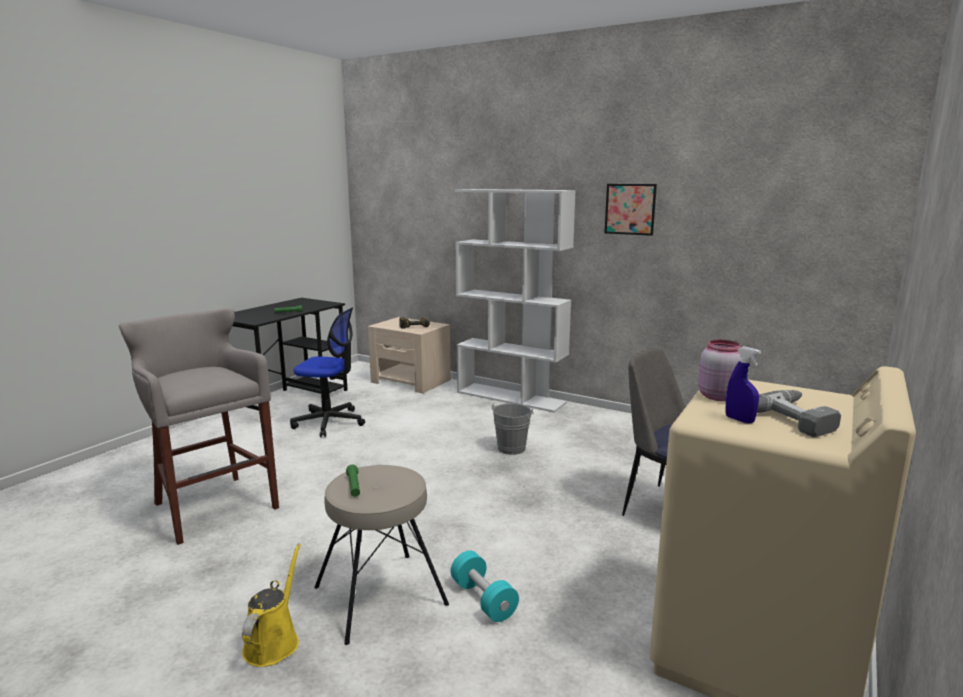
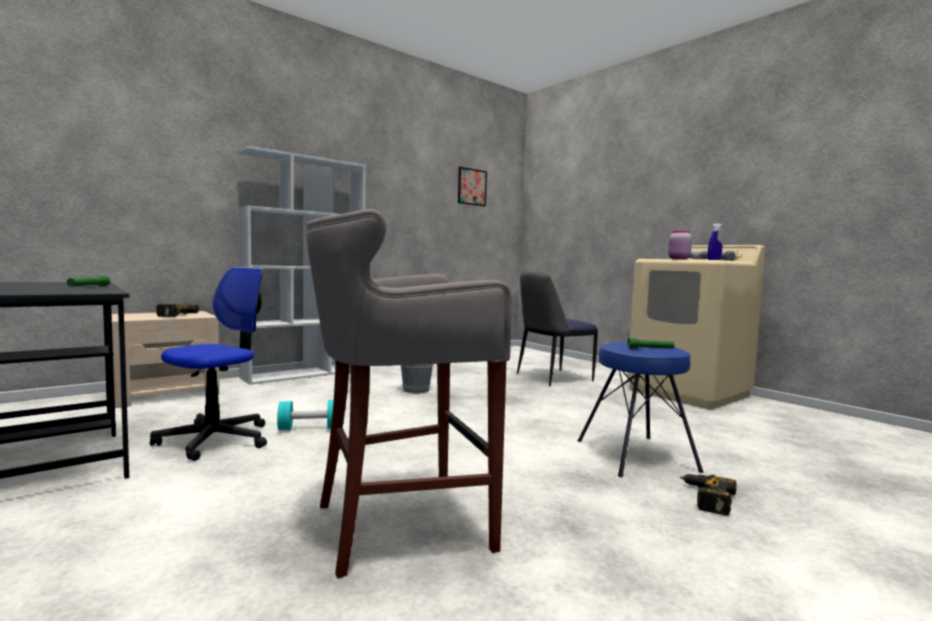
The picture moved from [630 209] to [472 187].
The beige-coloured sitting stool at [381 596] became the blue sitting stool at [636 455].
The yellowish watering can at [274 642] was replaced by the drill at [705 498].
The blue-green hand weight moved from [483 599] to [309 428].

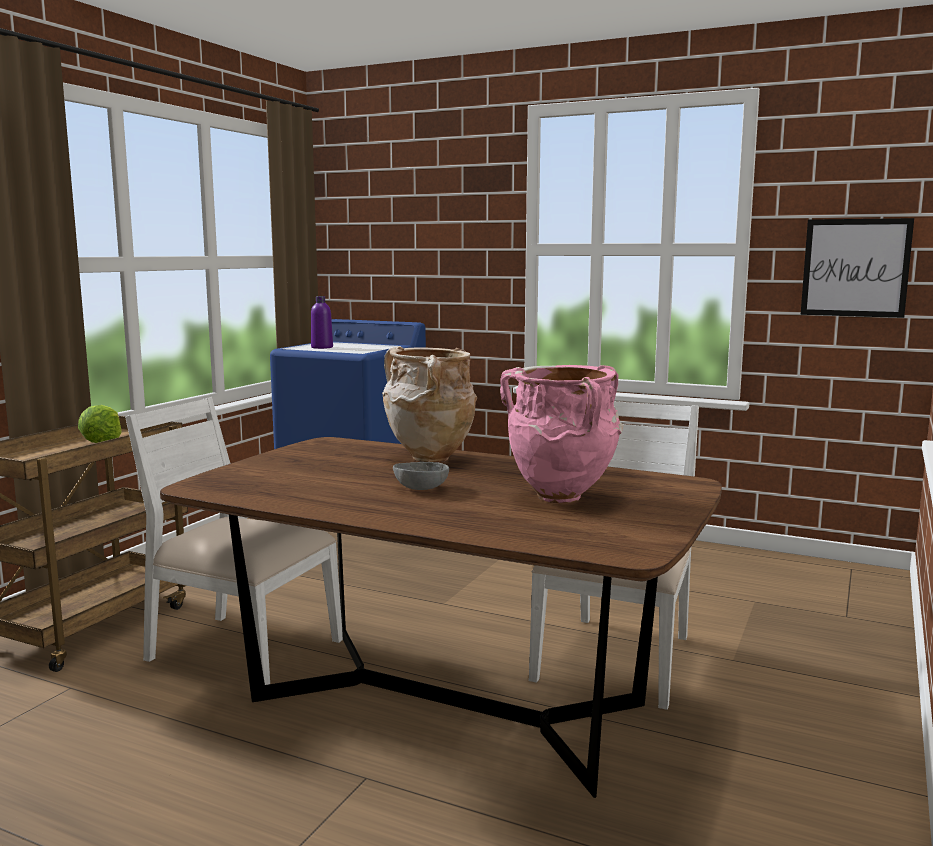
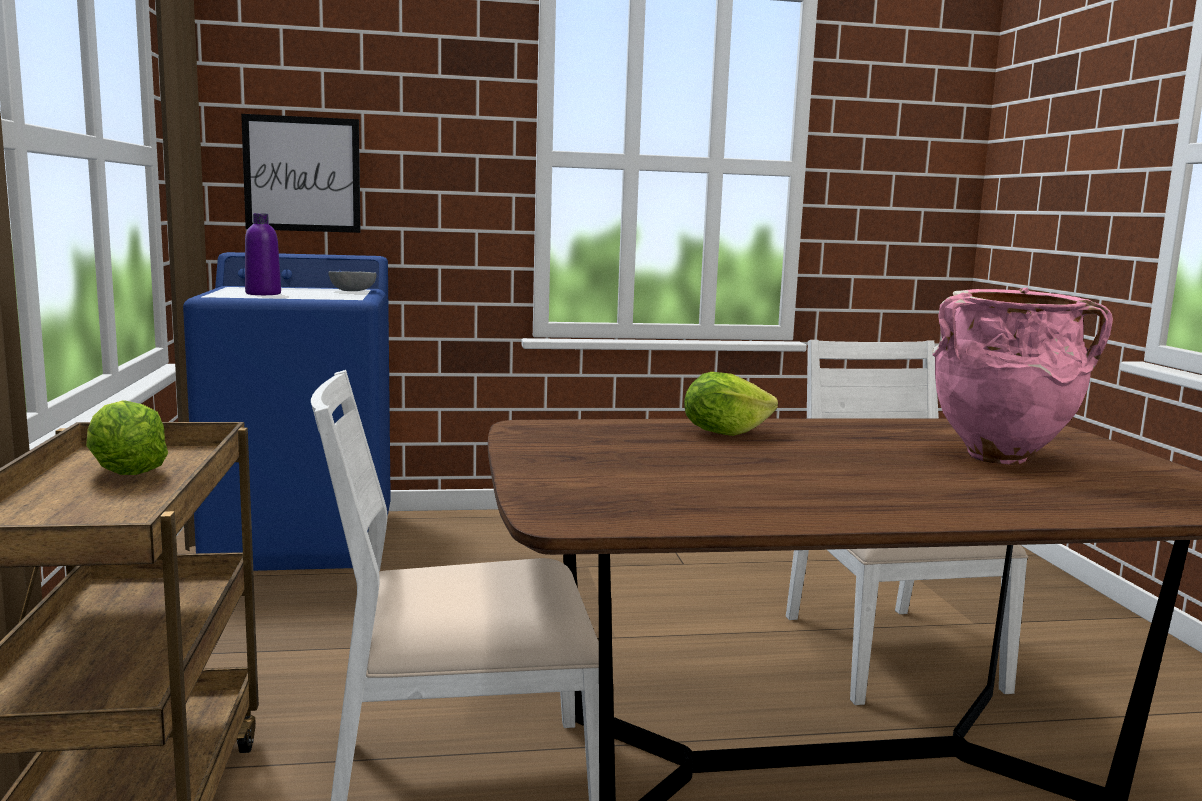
The picture moved from [855 268] to [302 174].
The beige-coloured decorative vase at [429 458] was replaced by the lettuce at [724 432].
The greyish bowl moved from [421 488] to [352 291].

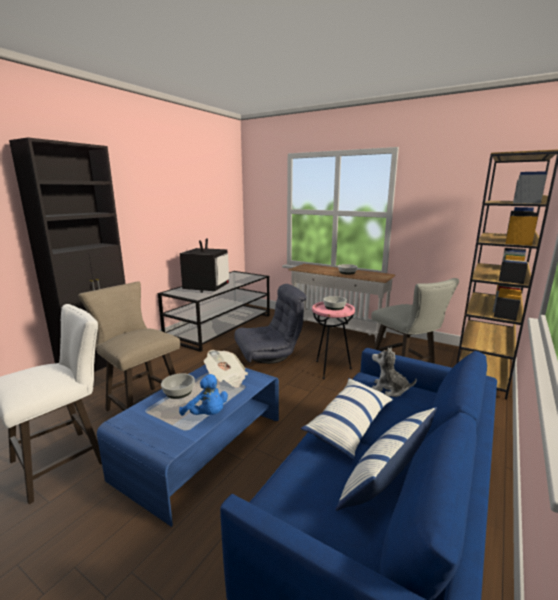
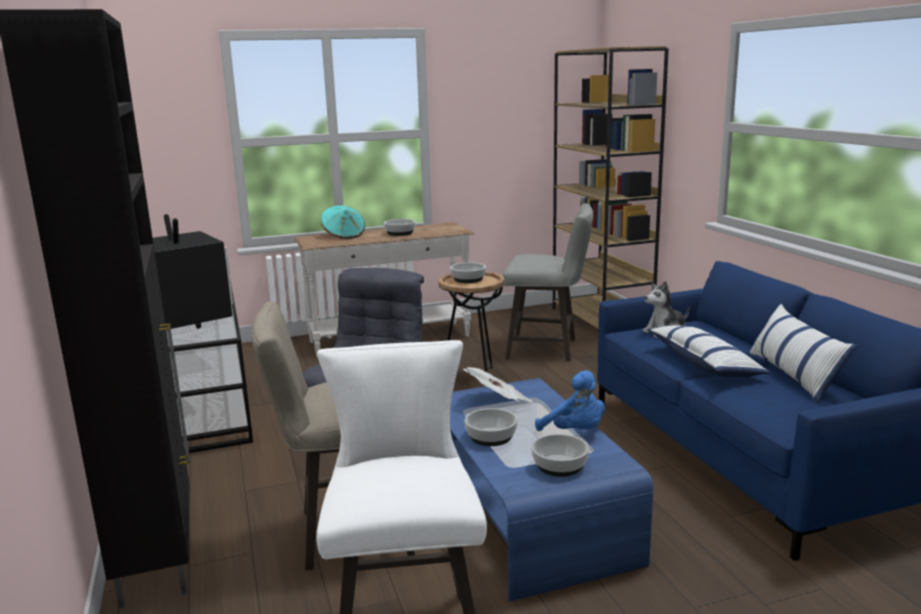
The pink accent table at [330 369] became the brown-coloured accent table at [473 378].
The blue soft toy at [207 415] turned 60 degrees clockwise.
The blue-green wearable hat at [344 235] appeared.
The bowl at [559 466] appeared.

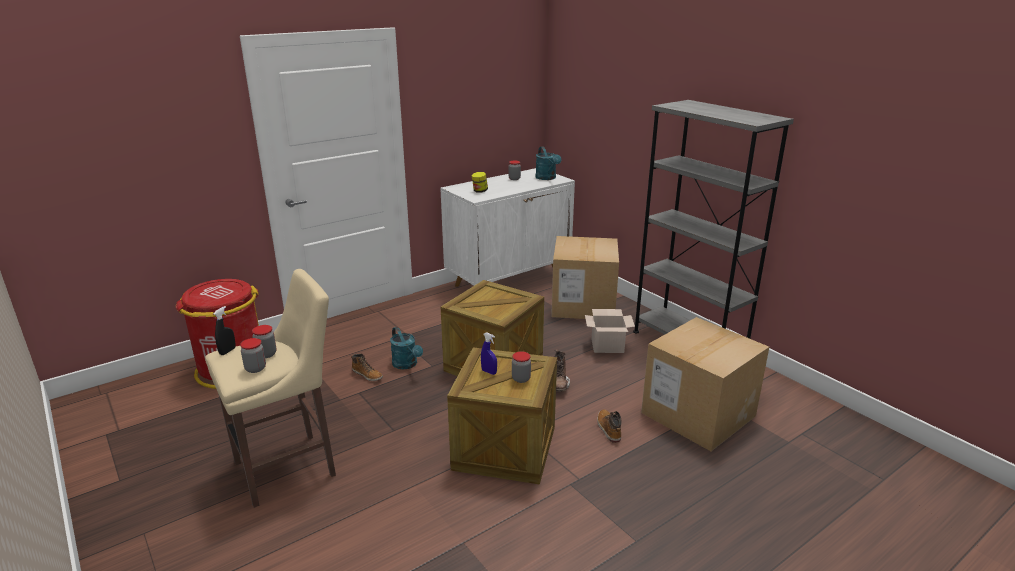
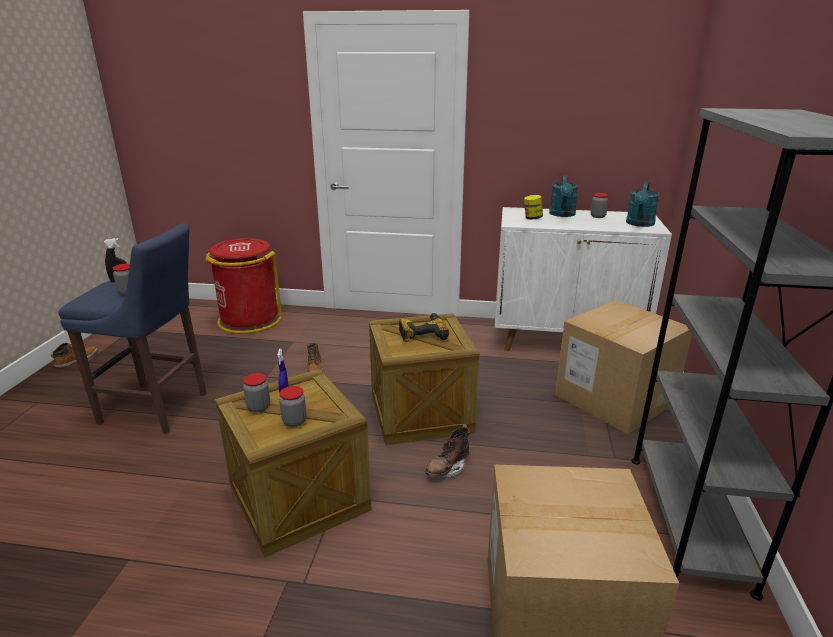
The beige-coloured sitting stool at [290 467] became the blue sitting stool at [158 409].
The packing box at [608 346] disappeared.
The blue-green watering can moved from [407 365] to [562 215].
The storage jar moved from [255 368] to [258 407].
The high-top boot moved from [608 429] to [76 360].
The drill at [422 333] appeared.

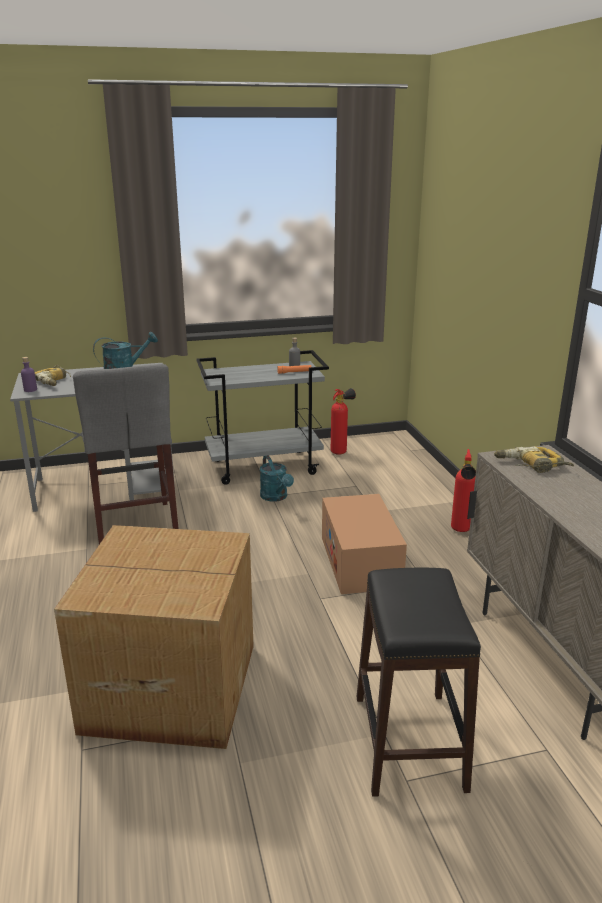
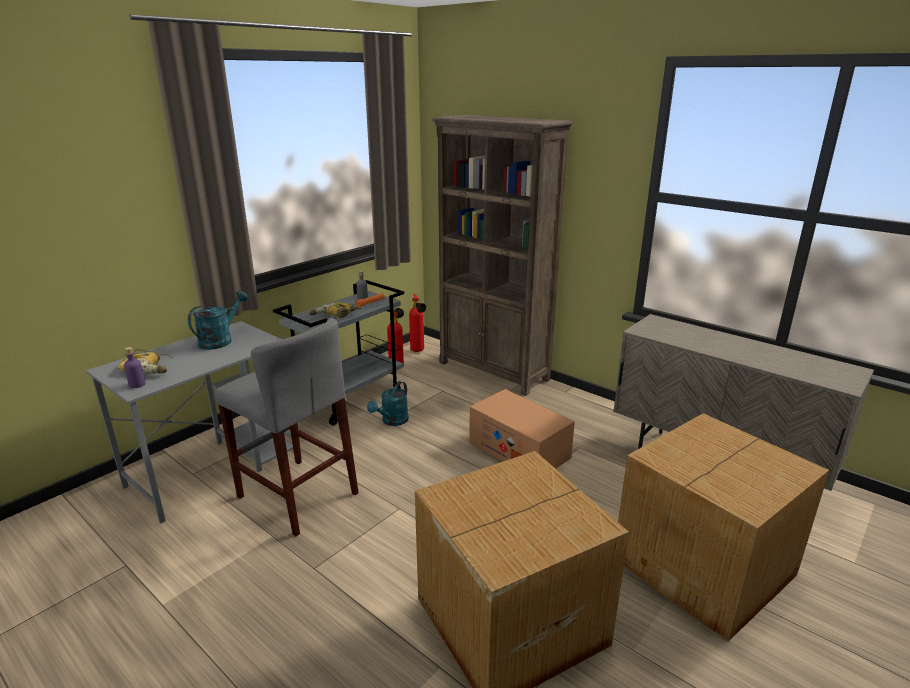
The drill moved from [531 466] to [334 315].
The fire extinguisher moved from [460 531] to [418 352].
The blue-green watering can at [276 497] turned 90 degrees clockwise.
The black-coloured sitting stool at [409 741] was replaced by the packing box at [706 566].
The brown-coloured bookcase at [494 371] appeared.

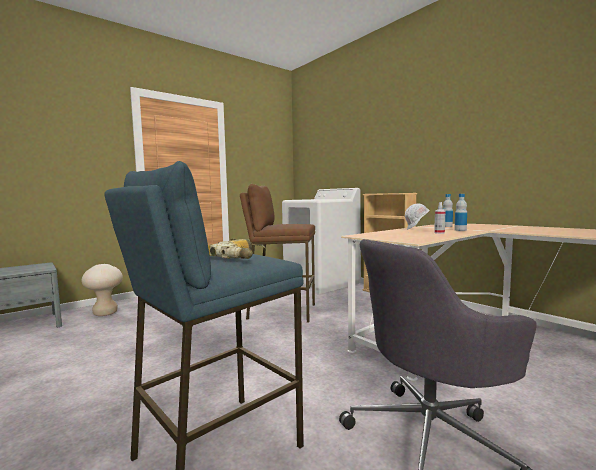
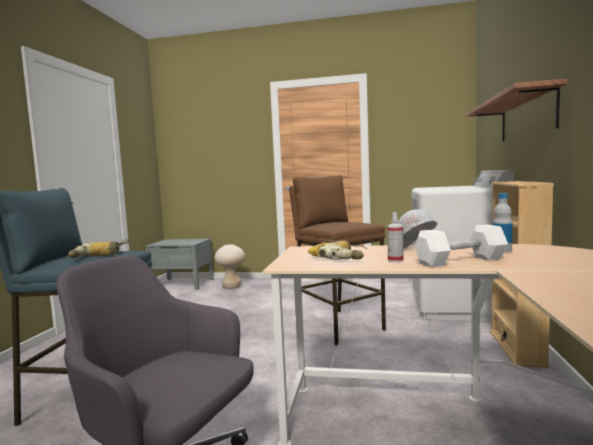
The bottle at [460 230] was replaced by the white-coloured hand weight at [460 261].
The bracket shelf at [526 117] appeared.
The drill at [340 257] appeared.

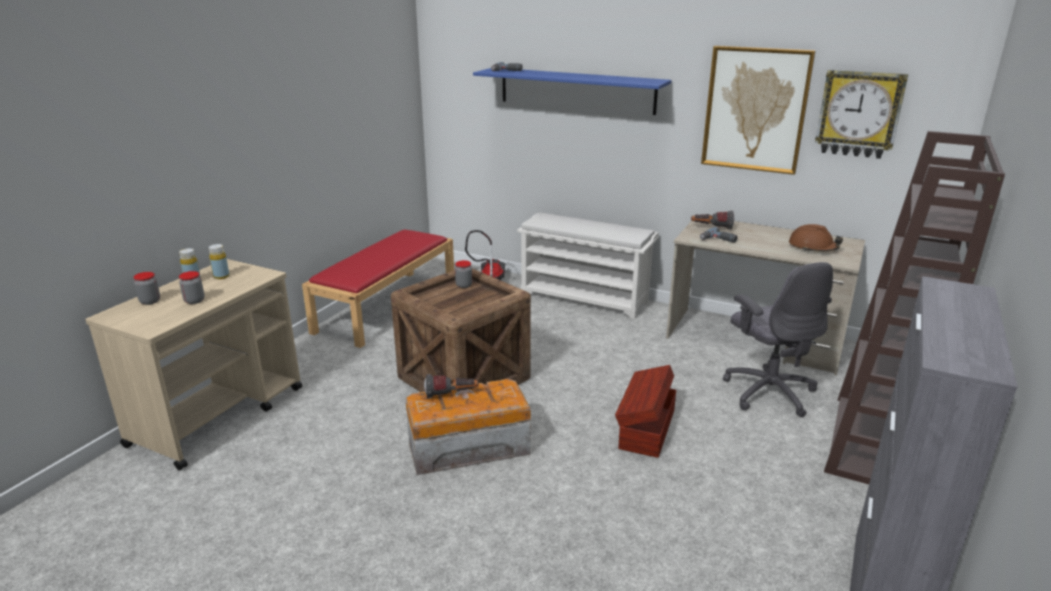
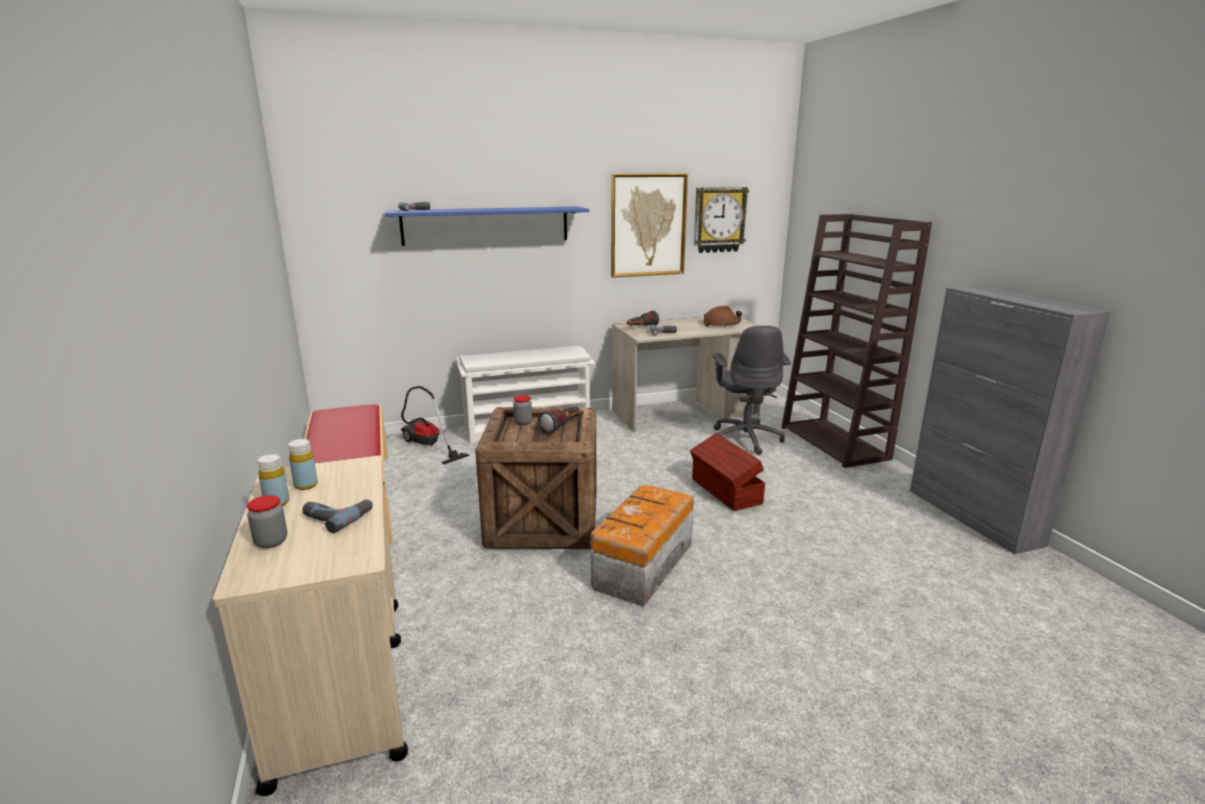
The greyish desk chair at [769 392] turned 60 degrees clockwise.
The storage jar at [194 301] was replaced by the drill at [337 516].
The flashlight moved from [451 395] to [562 427].

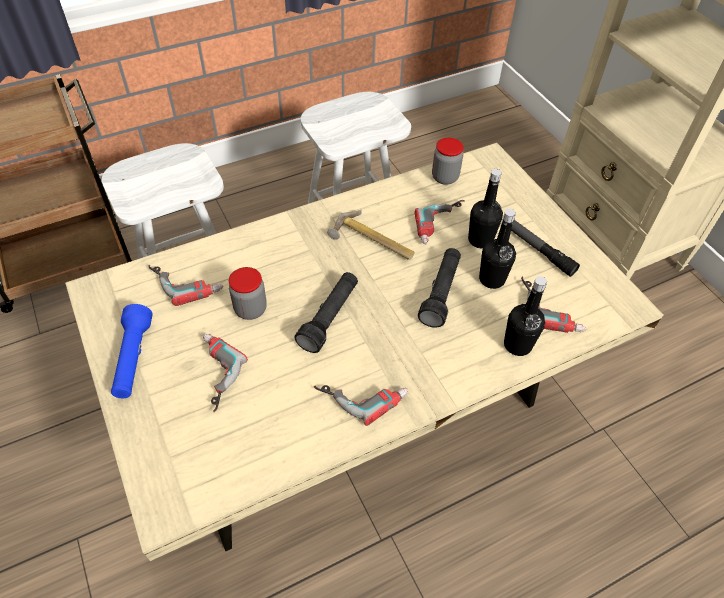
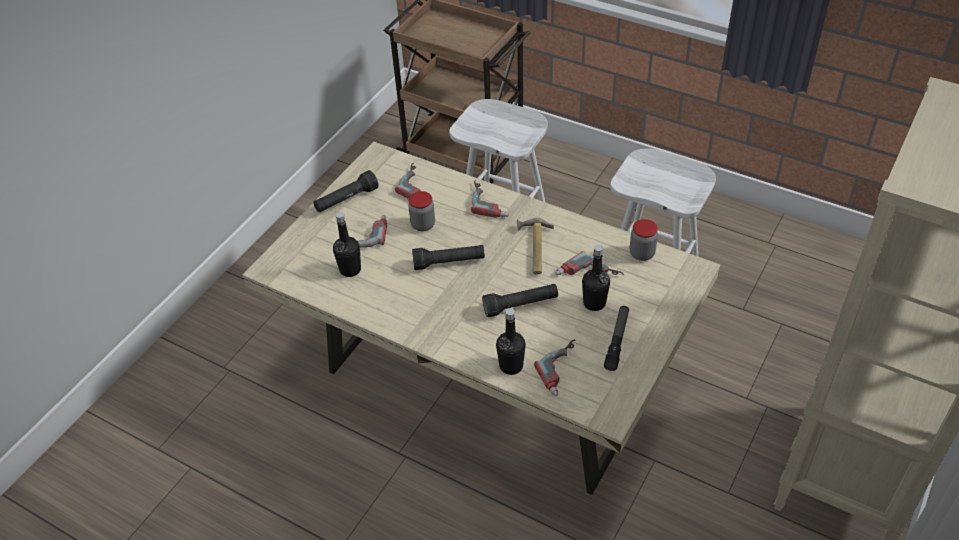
The black-coloured bottle moved from [492 279] to [350 269].
The blue flashlight at [133 359] became the black-coloured flashlight at [346 200].
The drill moved from [362 393] to [491 202].

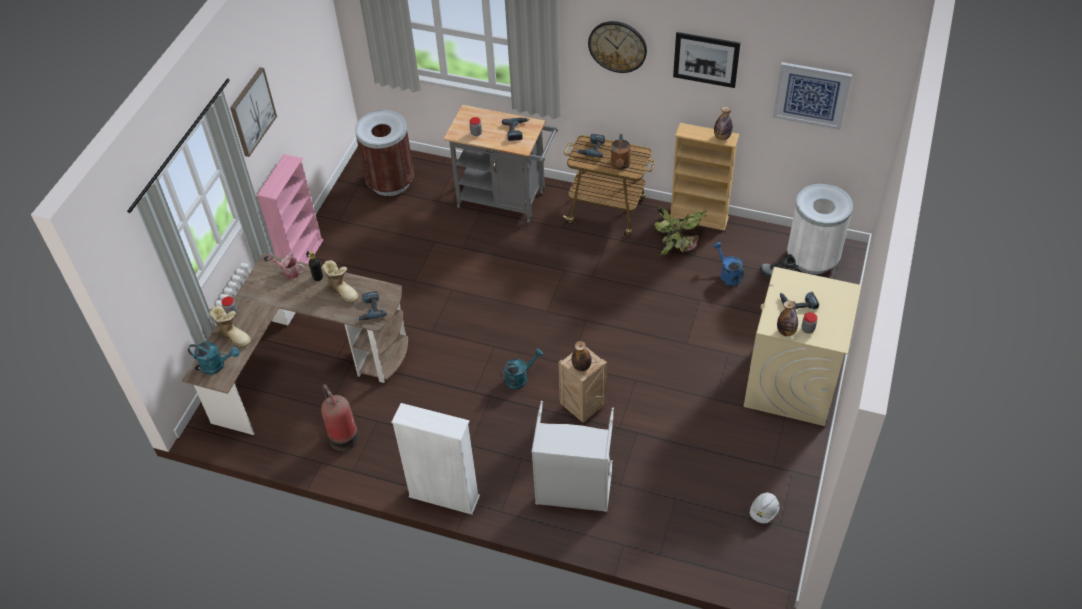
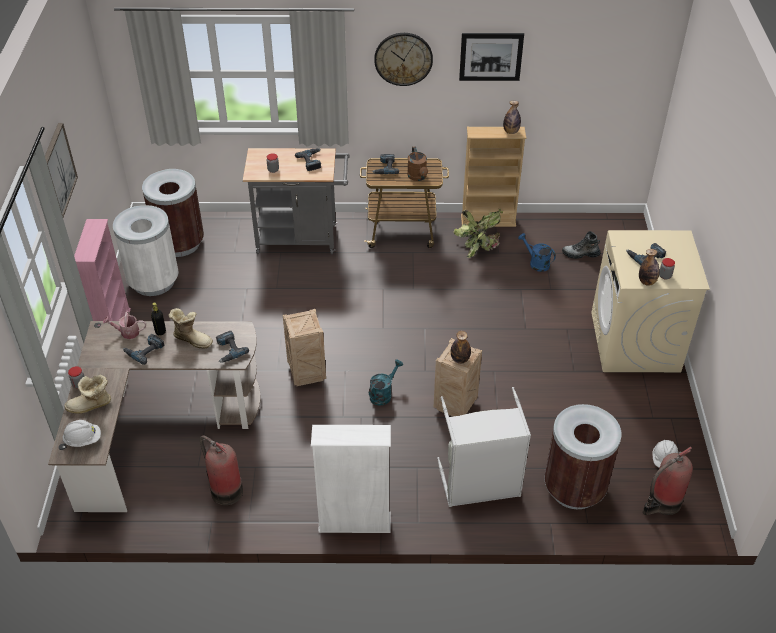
The picture at [811 95] disappeared.
The white-coloured waste bin moved from [812 258] to [154 282].
The high-top boot at [234 335] turned 150 degrees clockwise.
The blue-green watering can at [217 365] was replaced by the white-coloured hard hat at [83 440].
The shipping crate at [307 374] appeared.
The drill at [144 350] appeared.
The brown-coloured waste bin at [574 488] appeared.
The fire extinguisher at [662 503] appeared.

